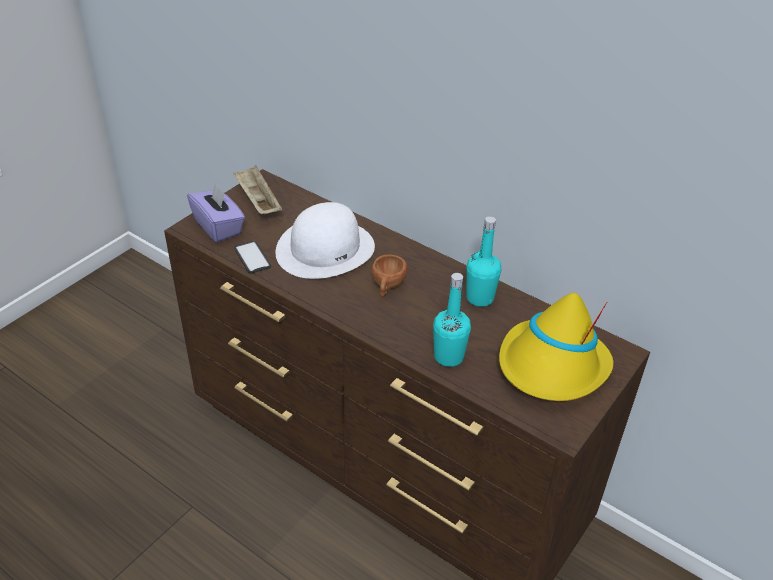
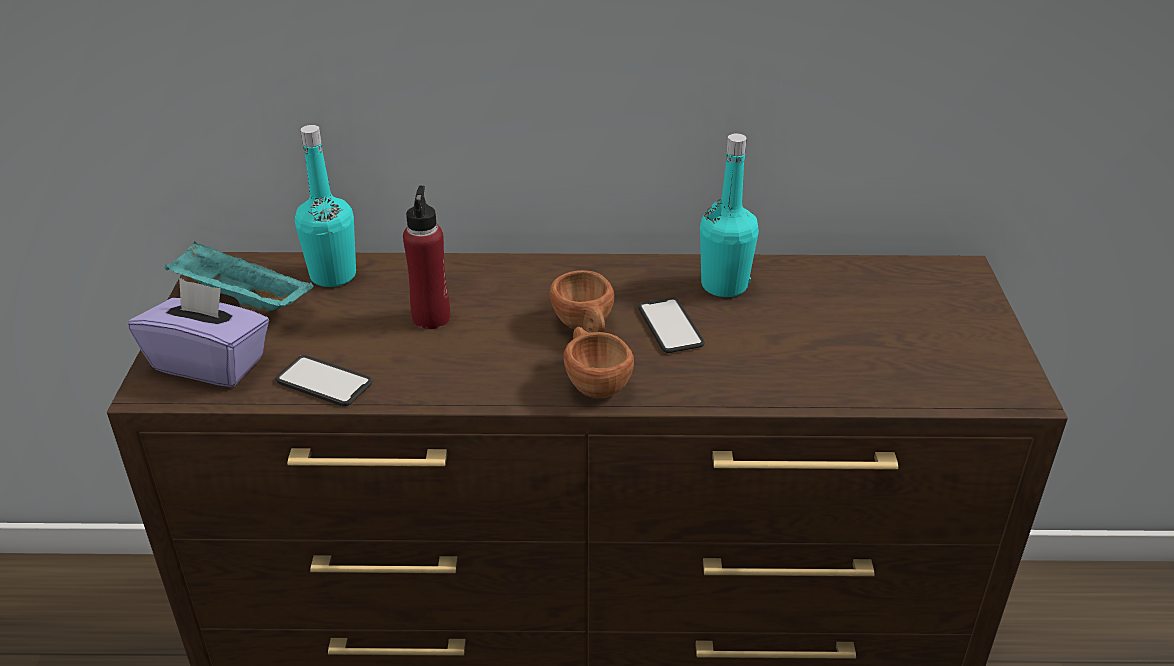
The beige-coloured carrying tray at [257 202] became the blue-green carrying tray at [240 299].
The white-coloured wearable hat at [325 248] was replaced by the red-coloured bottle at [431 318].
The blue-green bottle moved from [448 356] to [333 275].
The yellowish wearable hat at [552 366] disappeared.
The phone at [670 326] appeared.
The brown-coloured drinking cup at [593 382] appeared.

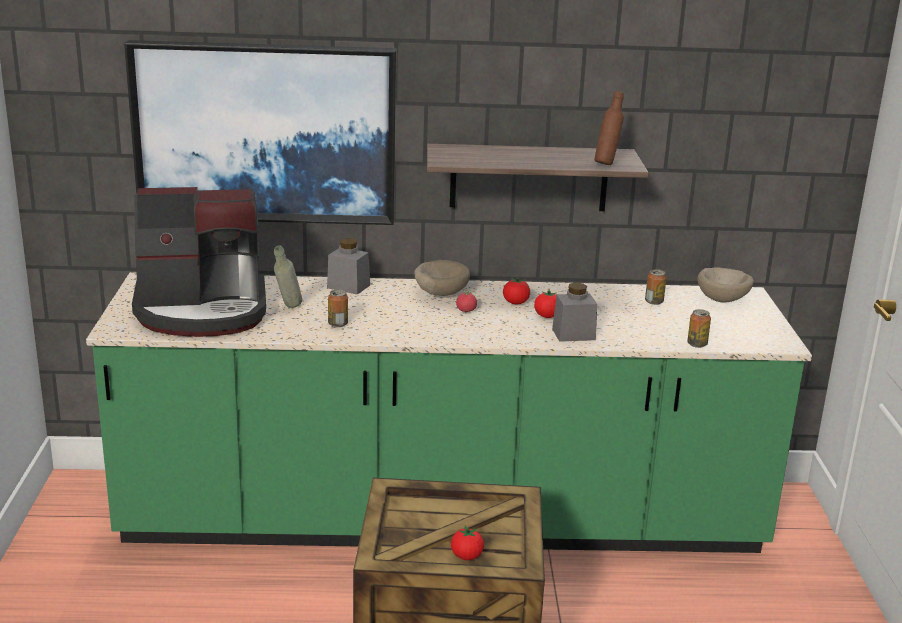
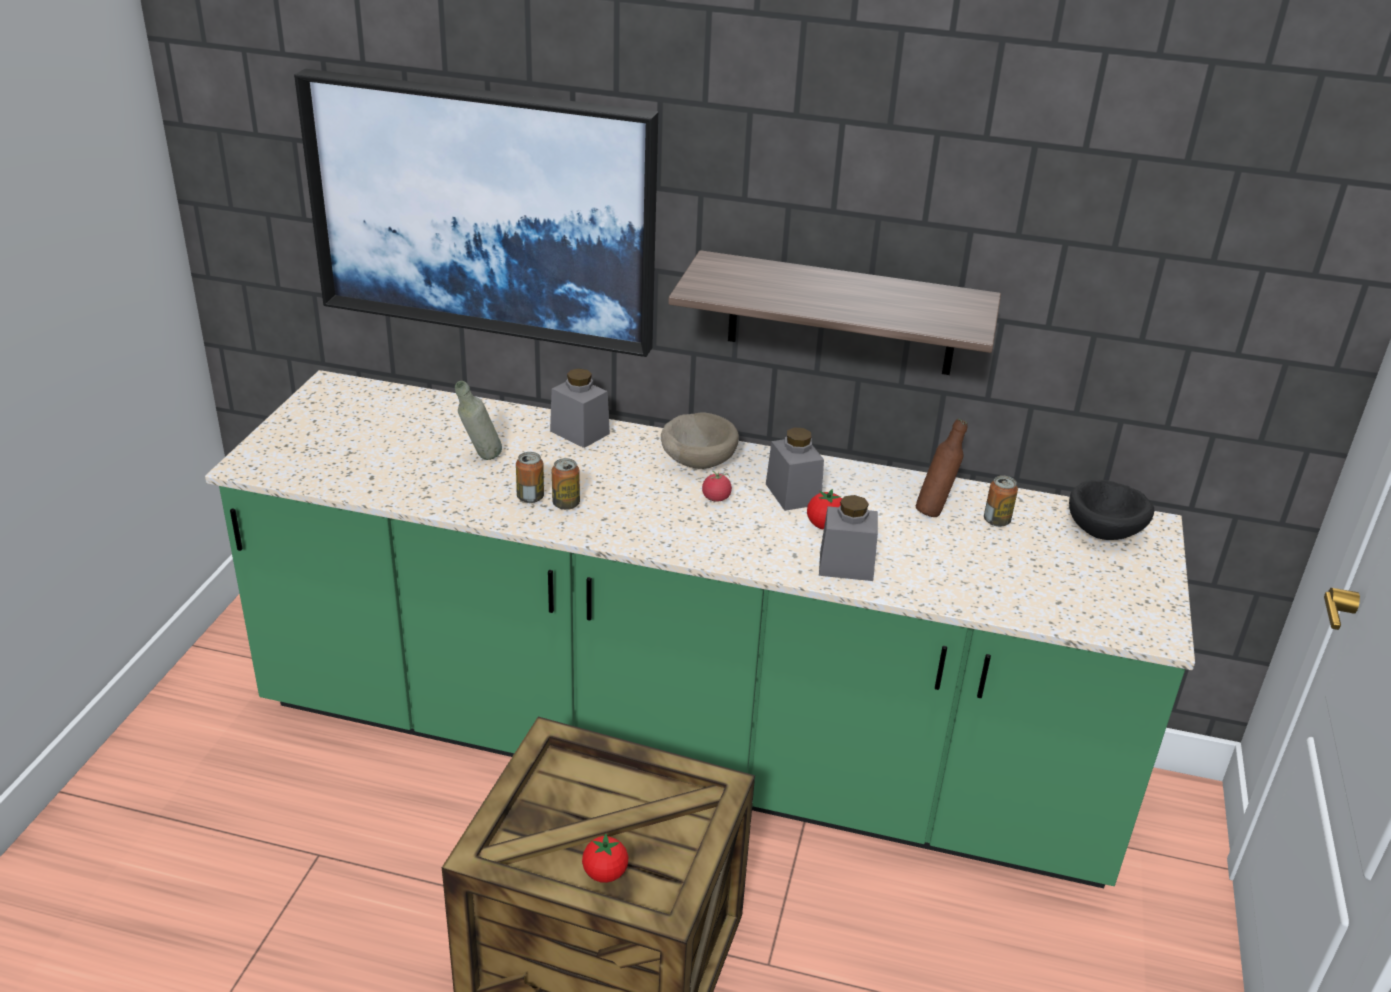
The brown-coloured bottle moved from [607 163] to [935 510].
The coffee brewer at [203 311] disappeared.
The beige-coloured bowl at [723 299] became the black-coloured bowl at [1105 531].
The whole tomato at [515 303] was replaced by the greyish storage jar at [793 494].
The can moved from [697 344] to [566 504].

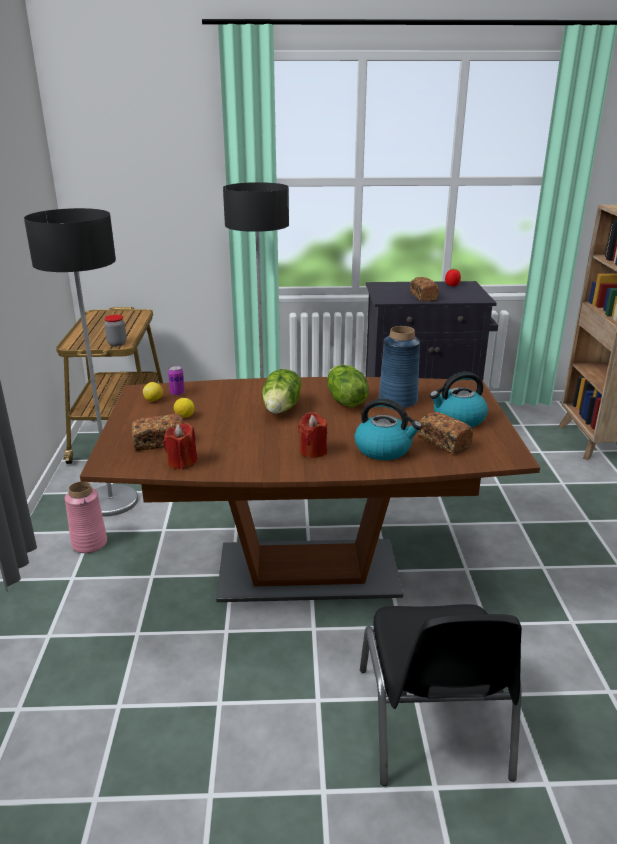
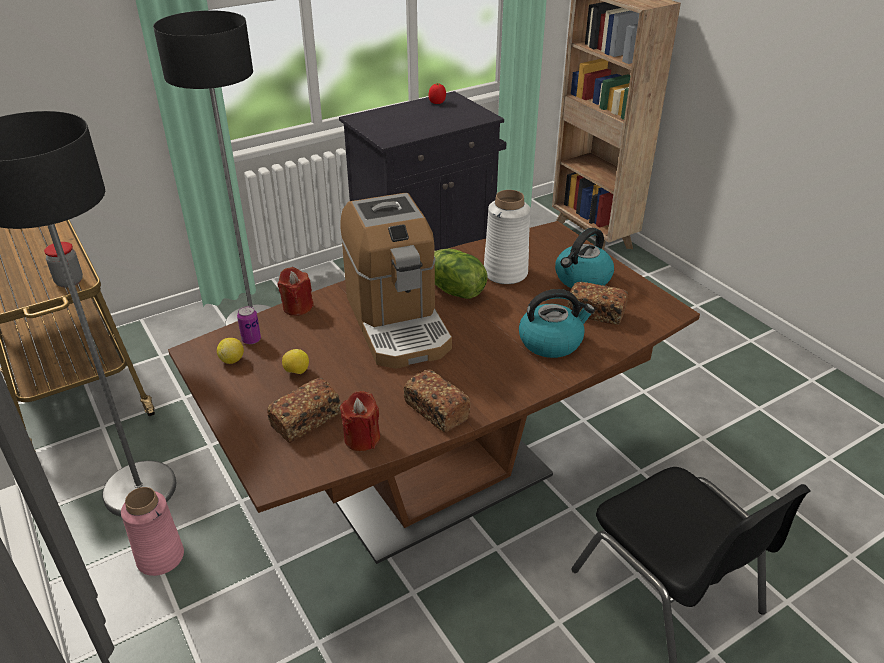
The bread moved from [423 296] to [436 411].
The blue decorative vase at [398 401] became the white-coloured decorative vase at [505 273].
The lettuce at [282 408] was replaced by the coffee brewer at [397 322].
The red-coloured candle moved from [313 451] to [297 307].

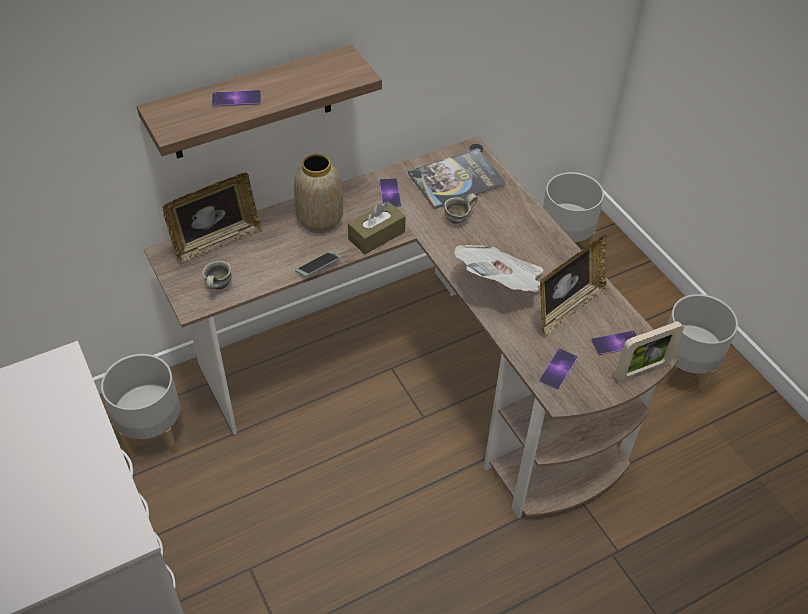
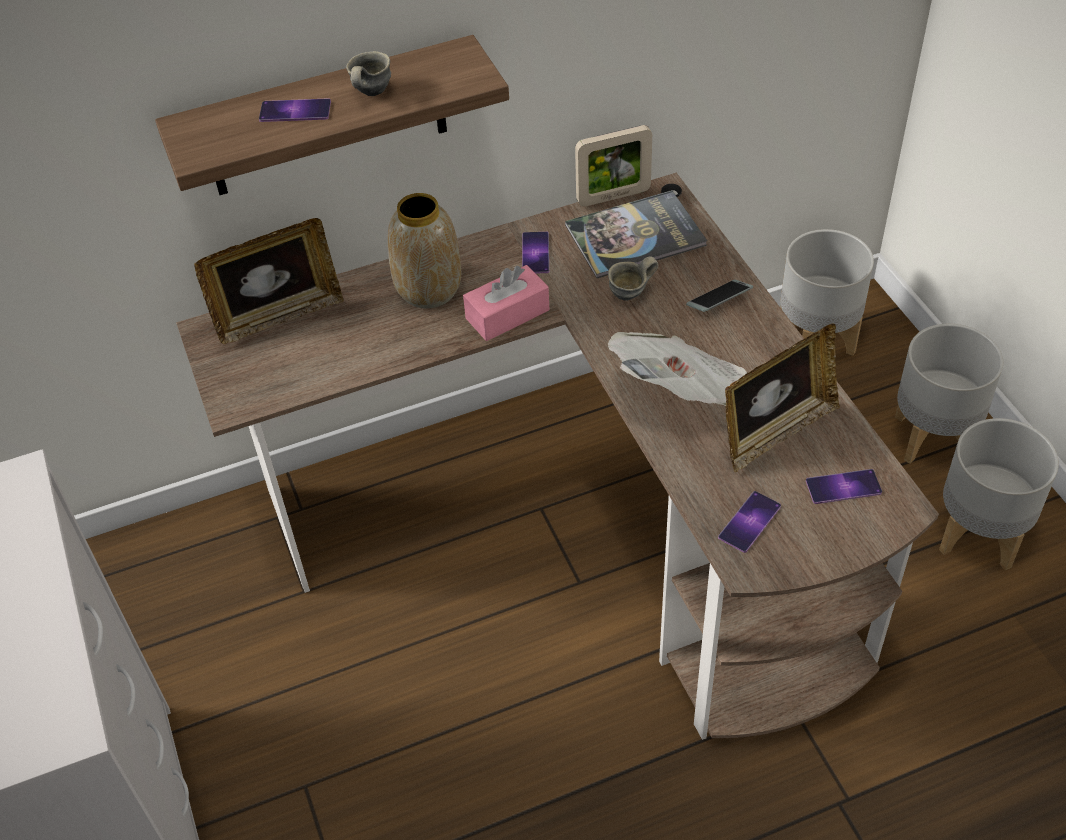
The brown-coloured tissue box at [376 235] became the pink tissue box at [507 314].
The phone moved from [318 267] to [719 300].
The greyish mug moved from [217 287] to [369 93].
The standing frame moved from [641 372] to [613 196].
The greyish plant pot moved from [154 433] to [933 437].

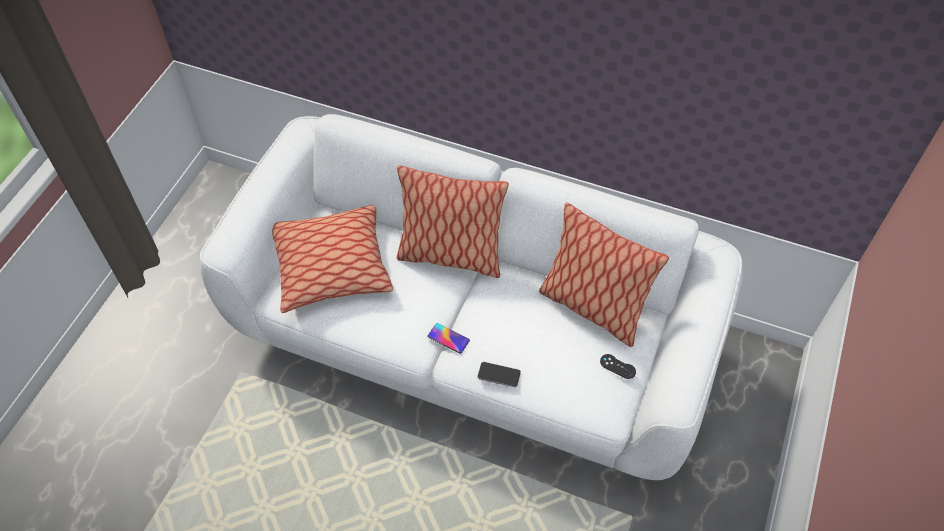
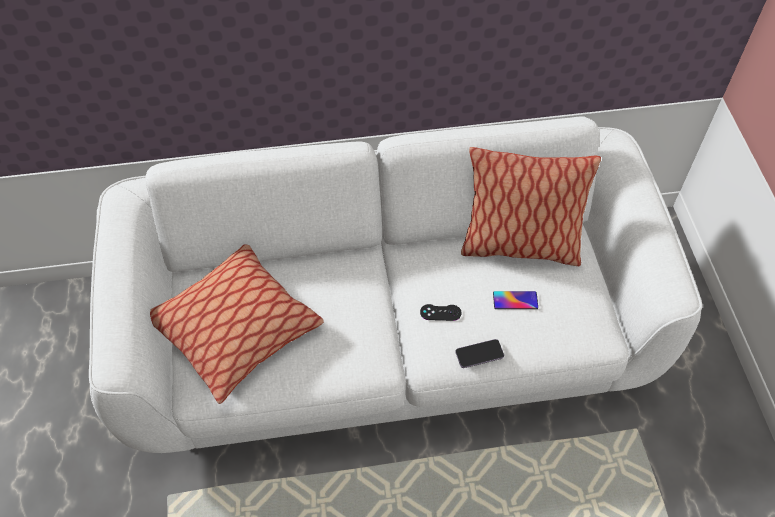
The pillow at [450 255] disappeared.
The phone moved from [448 338] to [515 300].
The black-coloured joypad moved from [617 366] to [440 312].

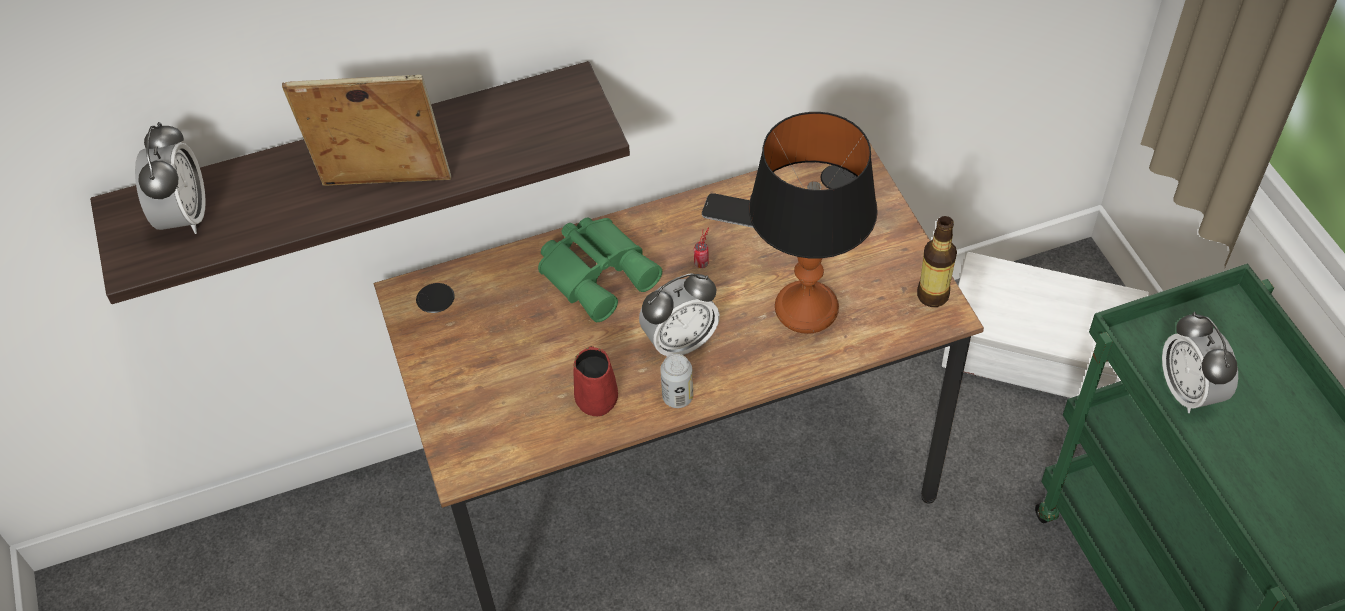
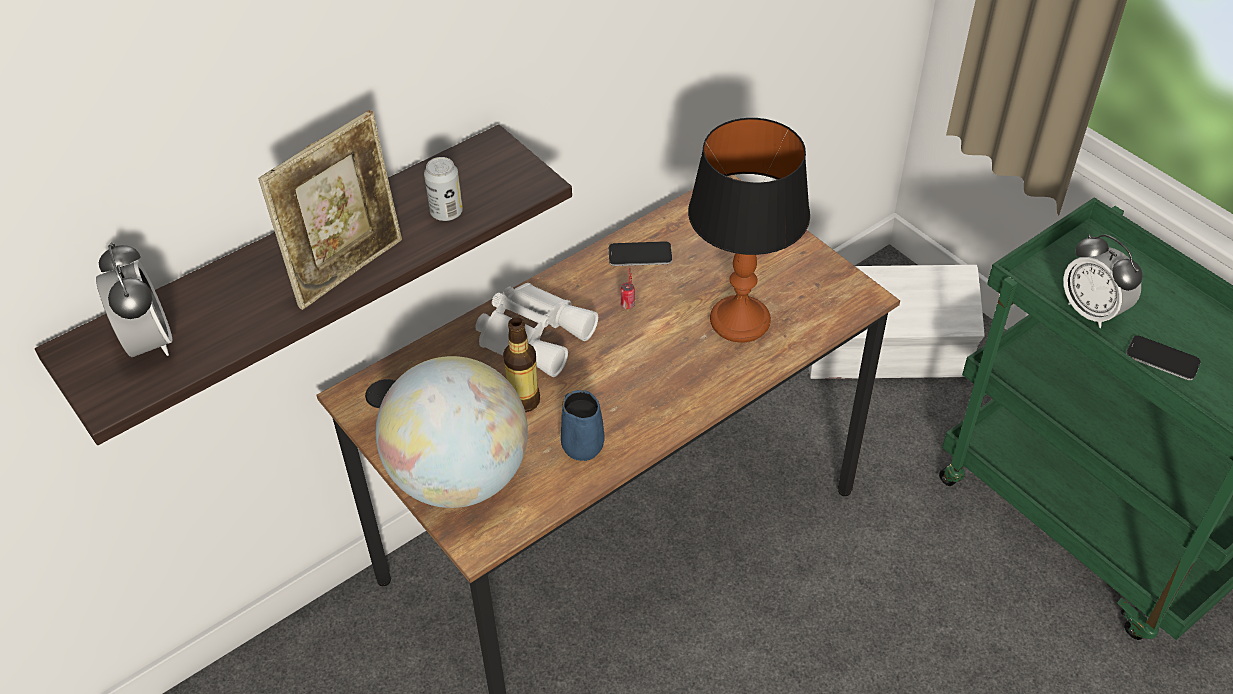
The standing frame at [385 186] turned 150 degrees clockwise.
The bottle moved from [932 295] to [524 401].
The green-coloured pair of binoculars at [598 272] became the white-coloured pair of binoculars at [534 334].
The table clock at [680 342] disappeared.
The red-coloured mug at [597 398] became the blue mug at [582 444].
The can moved from [677 397] to [446 212].
The phone at [1162 359] appeared.
The desk globe at [459 477] appeared.

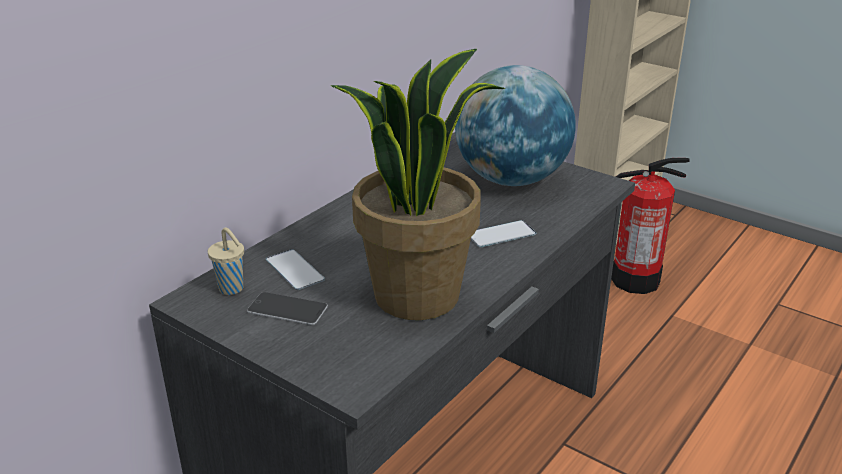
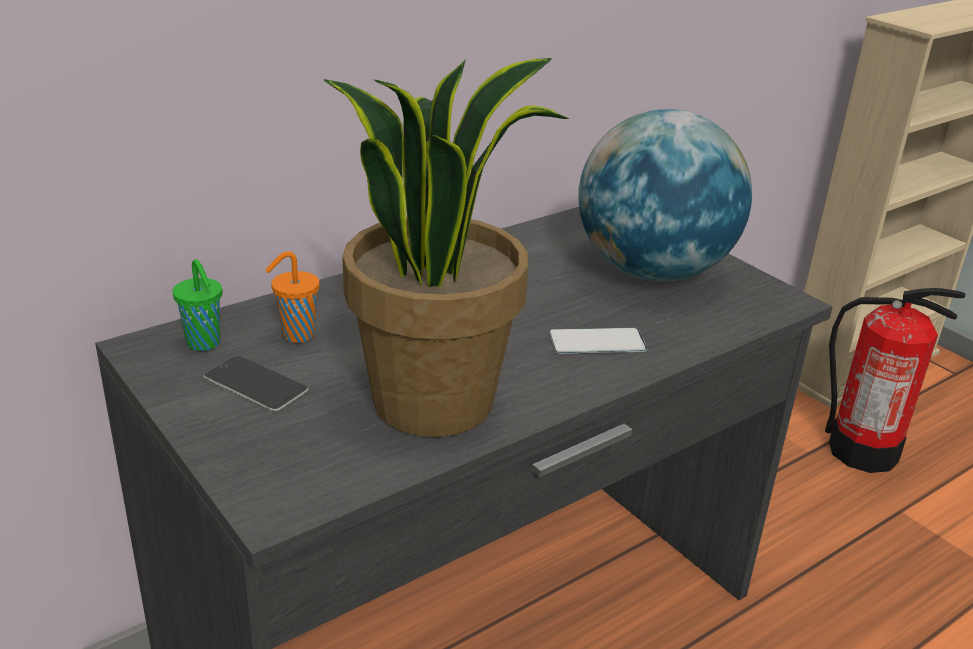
The beige-coloured drinking cup at [232 289] became the green-coloured drinking cup at [204 344].
The phone at [294 270] was replaced by the orange drinking cup at [296 335].

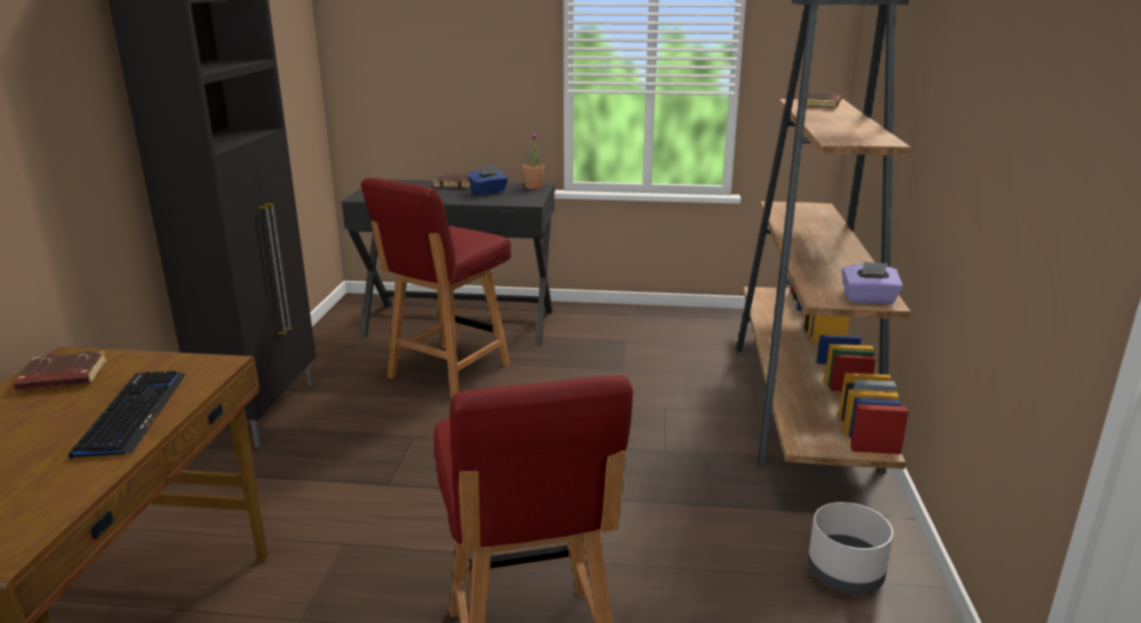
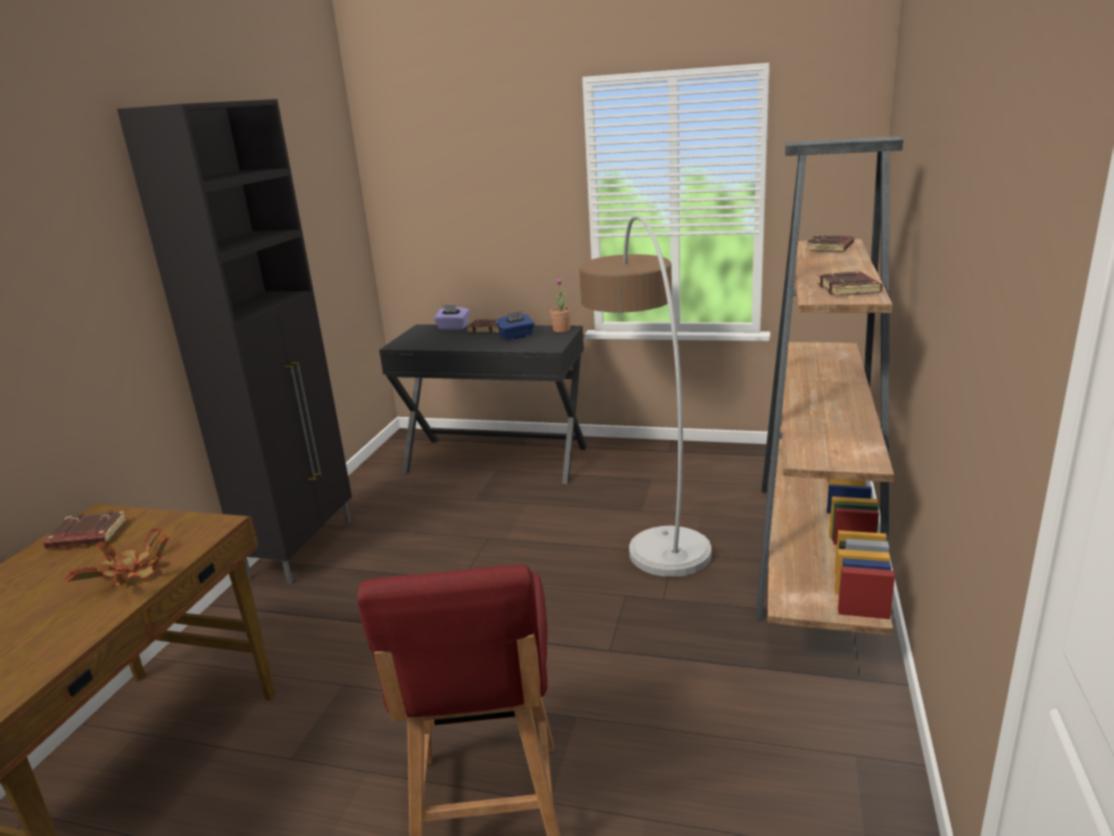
The red-coloured chair at [447 372] disappeared.
The purplish tissue box moved from [869 299] to [453 328].
The computer keyboard at [133 414] was replaced by the potted plant at [130 575].
The greyish plant pot at [845 574] disappeared.
The floor lamp at [645 501] appeared.
The brown-coloured volume at [849 289] appeared.

